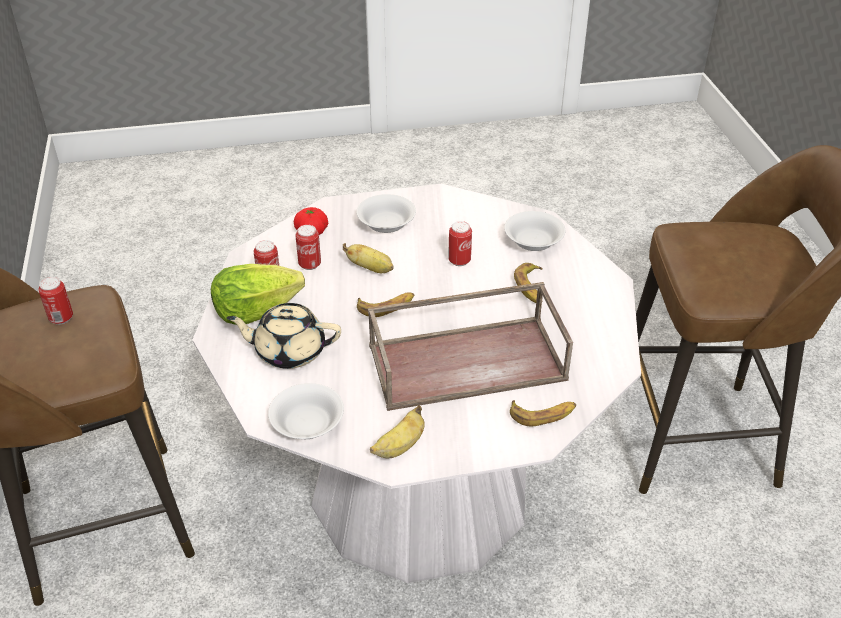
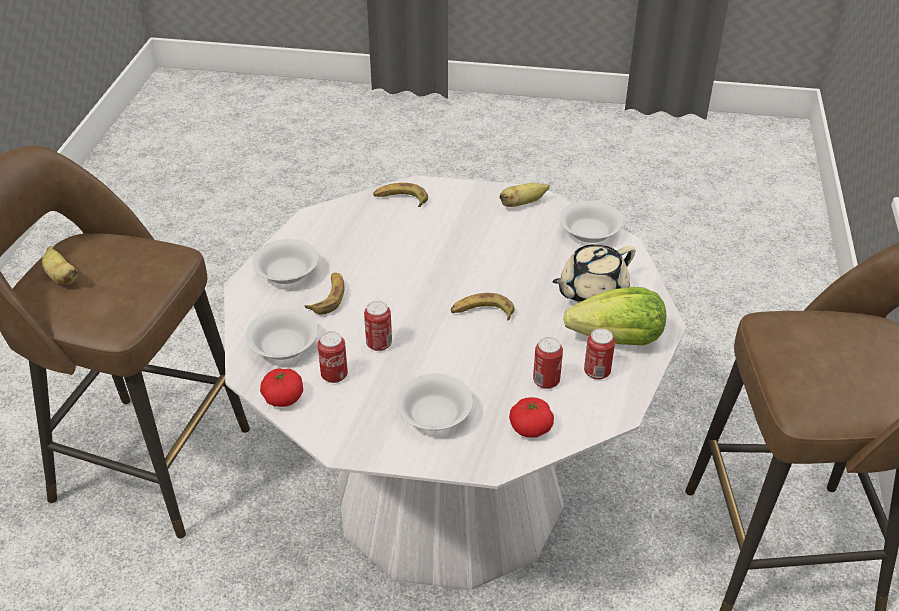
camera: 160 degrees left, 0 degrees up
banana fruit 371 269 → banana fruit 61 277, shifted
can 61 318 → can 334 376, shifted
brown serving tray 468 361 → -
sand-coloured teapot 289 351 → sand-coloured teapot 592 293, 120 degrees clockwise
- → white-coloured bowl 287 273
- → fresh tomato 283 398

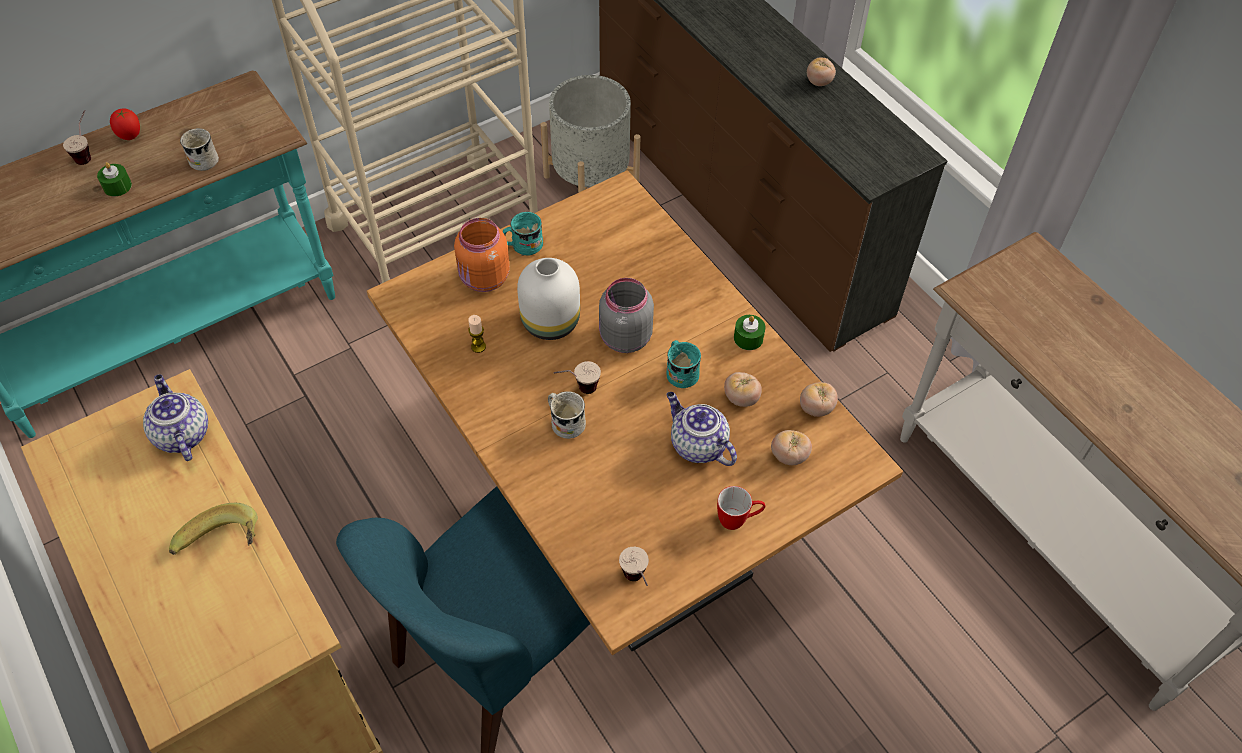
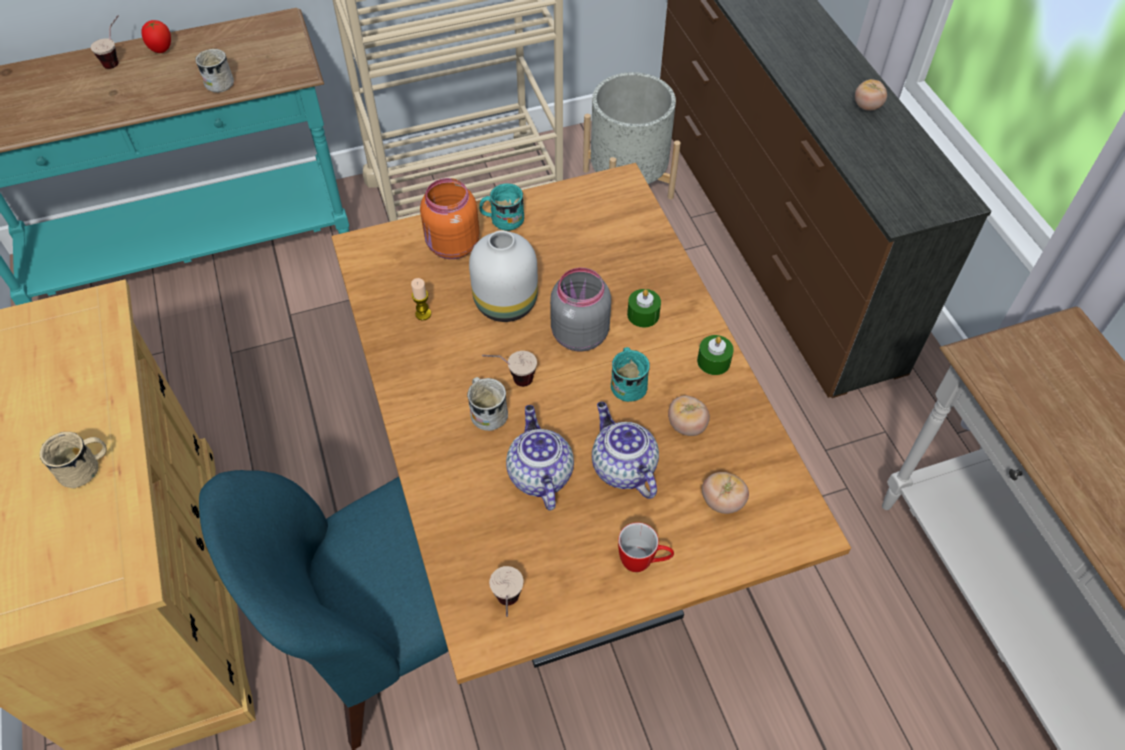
camera: 15 degrees right, 0 degrees up
green-coloured candle 117 186 → green-coloured candle 643 314, shifted
teapot 181 434 → teapot 539 474, shifted
fresh tomato 816 408 → -
banana fruit 224 547 → sand-coloured coffee mug 86 469

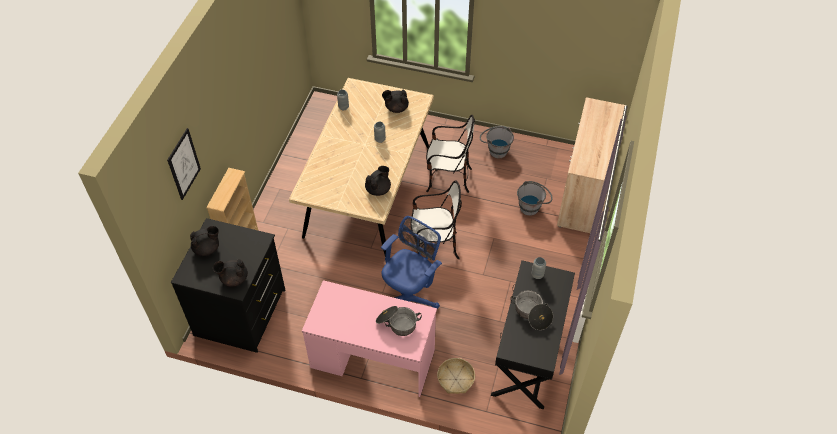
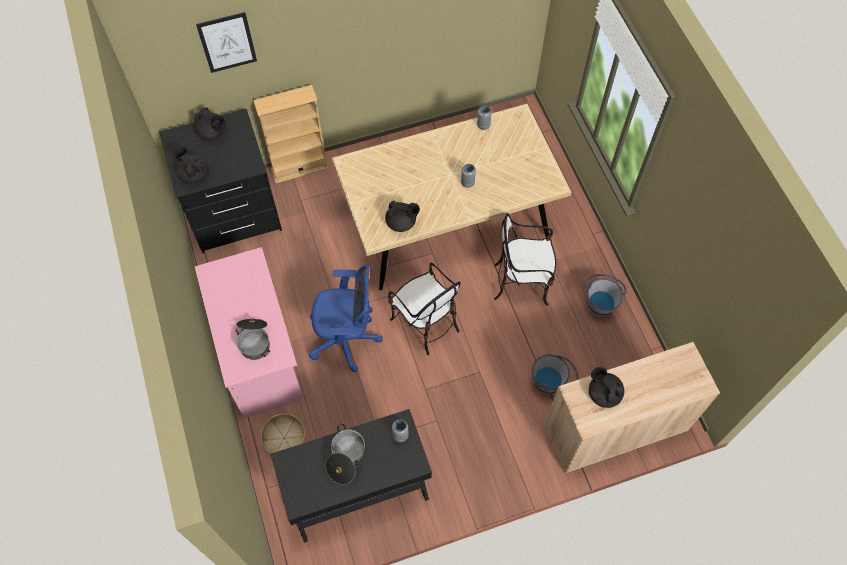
camera: 55 degrees right, 10 degrees up
black-coloured teapot 396 108 → black-coloured teapot 603 393, shifted
upright chair 448 179 → upright chair 522 282, 120 degrees clockwise

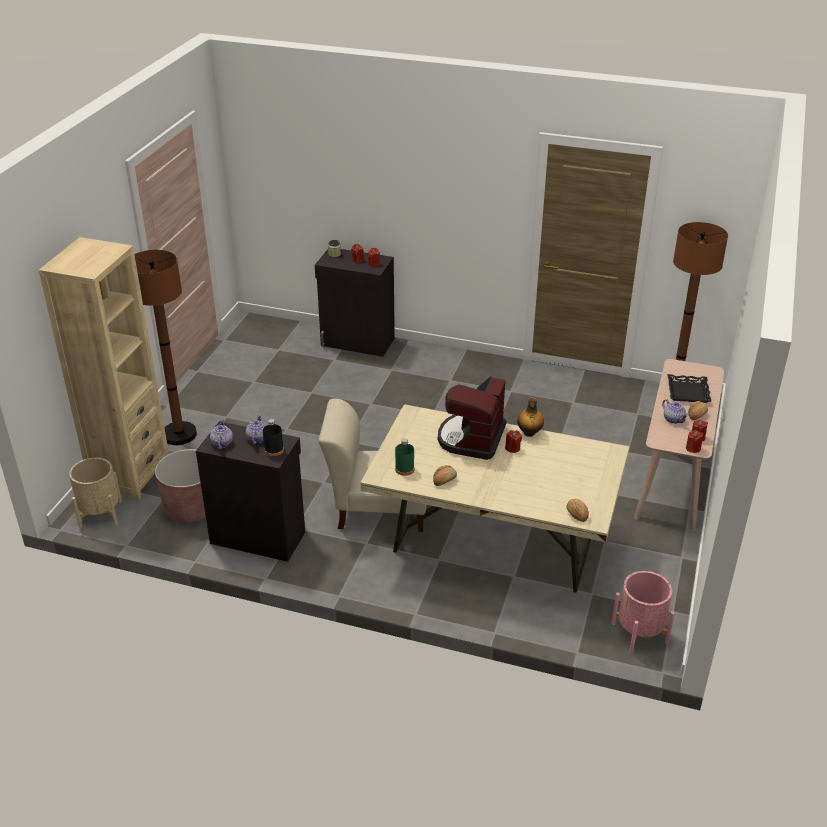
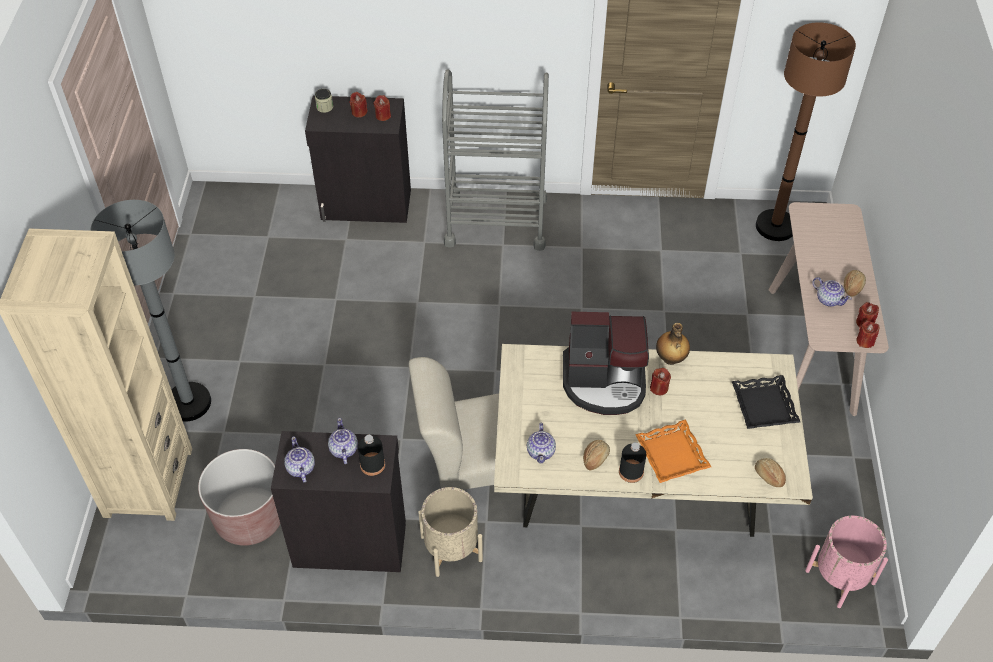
camera: 15 degrees left, 15 degrees up
brown standard lamp 179 434 → greyish standard lamp 188 403
black-coloured serving tray 688 392 → black-coloured serving tray 764 406, shifted
coffee brewer 471 438 → coffee brewer 604 382, 90 degrees counterclockwise
green-coloured beverage bottle 404 469 → teapot 541 451
sand-coloured flower pot 100 514 → sand-coloured flower pot 451 548, shifted
- → greyish trolley 496 221
- → orange-coloured serving tray 672 455
- → black-coloured beverage bottle 631 472

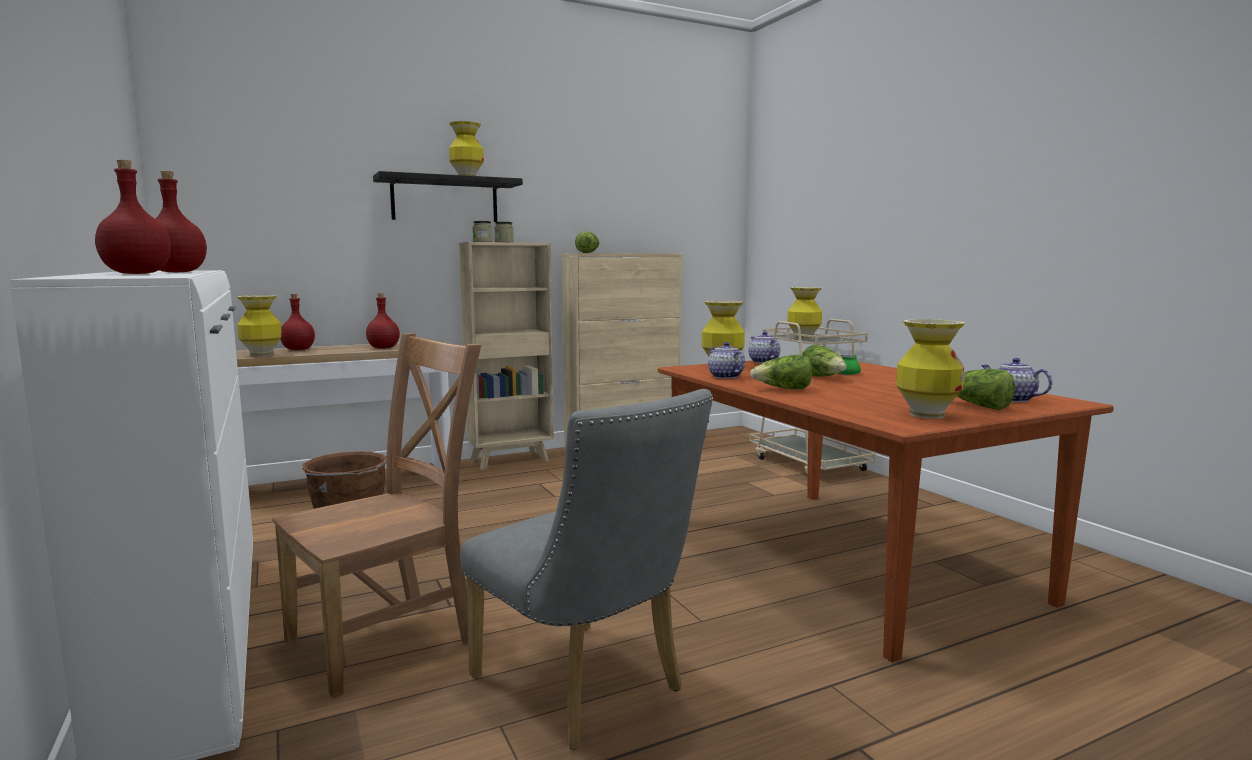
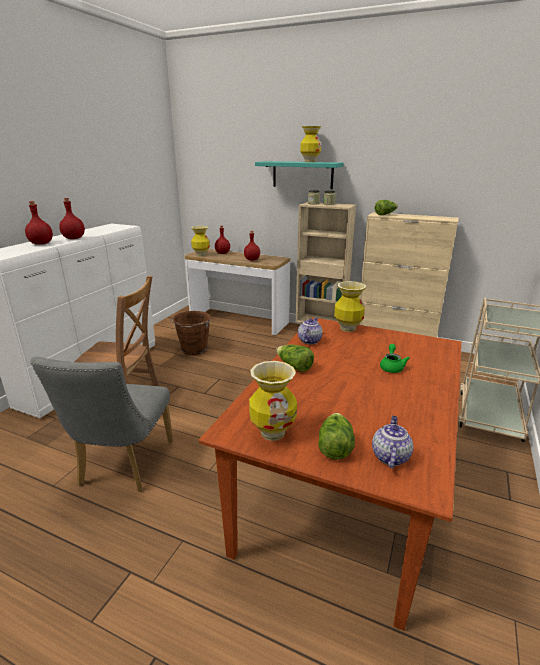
camera: 50 degrees right, 15 degrees up
black-coloured wall shelf 445 200 → turquoise wall shelf 302 174
flower vase 803 338 → -
teapot 763 362 → -
lettuce head 823 377 → -

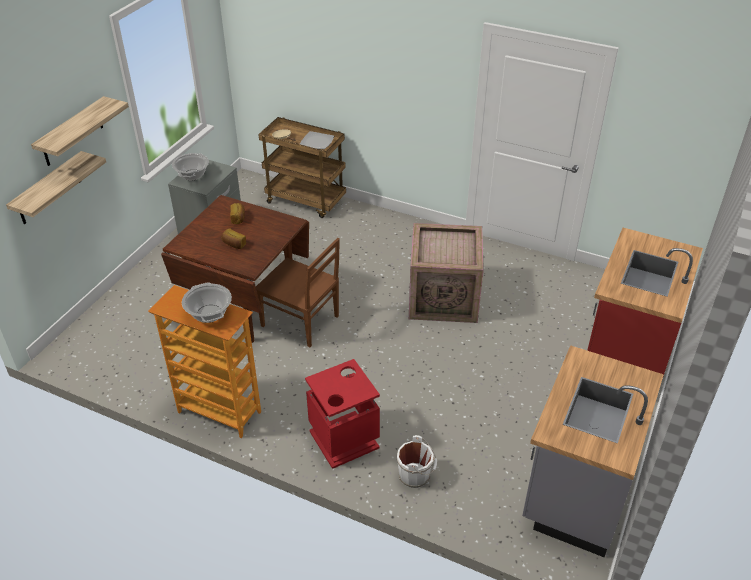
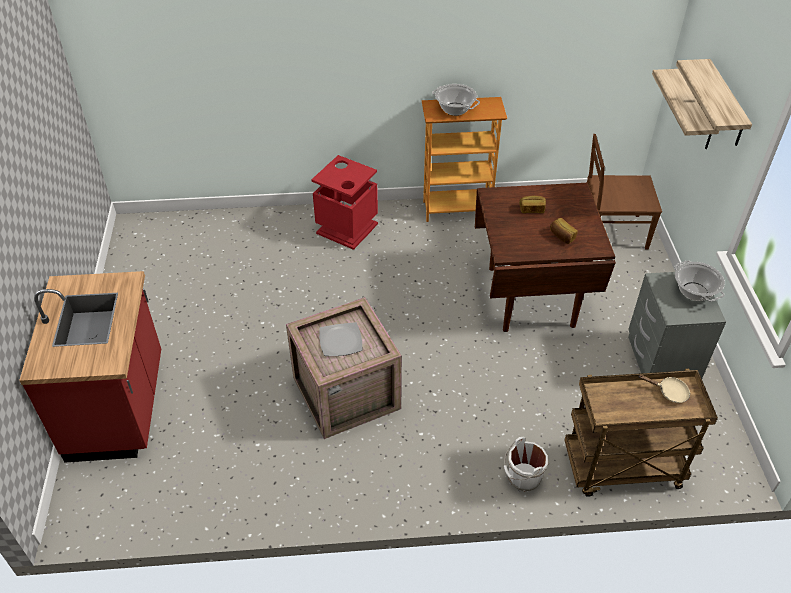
camera: 150 degrees right, 5 degrees up
plate 316 142 → plate 341 340, shifted
brown upright chair 301 322 → brown upright chair 611 231, shifted
greyish kitchen counter 576 490 → -
white-coloured water bucket 415 475 → white-coloured water bucket 522 478, shifted

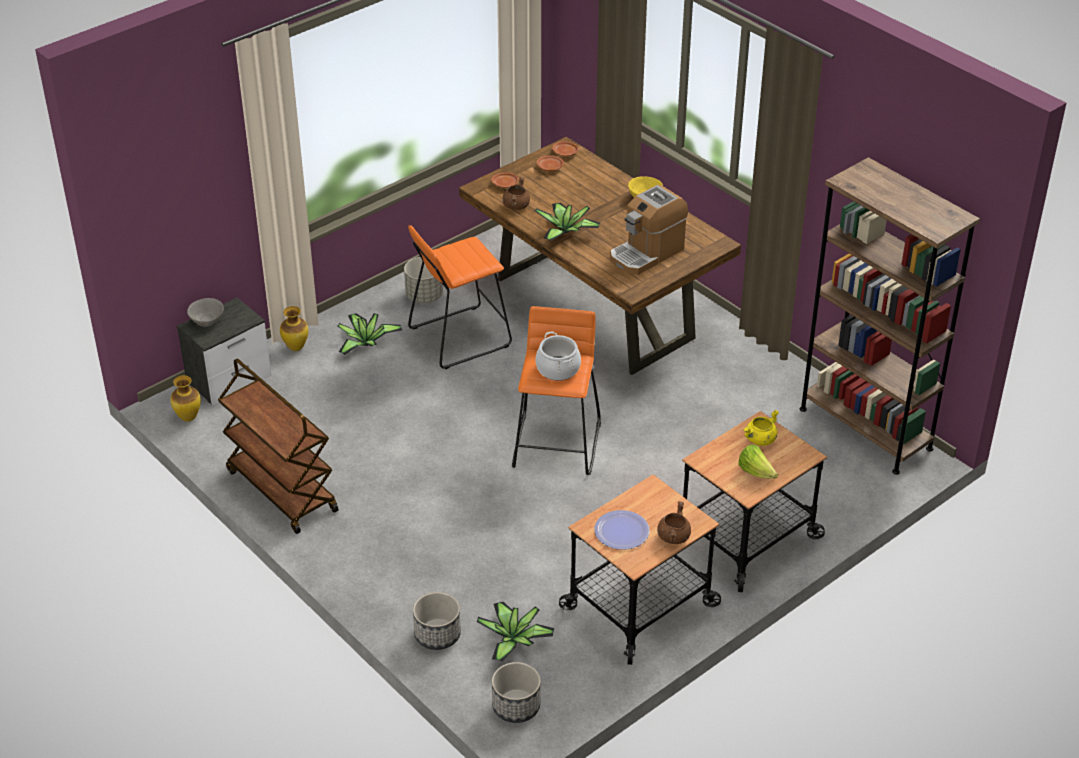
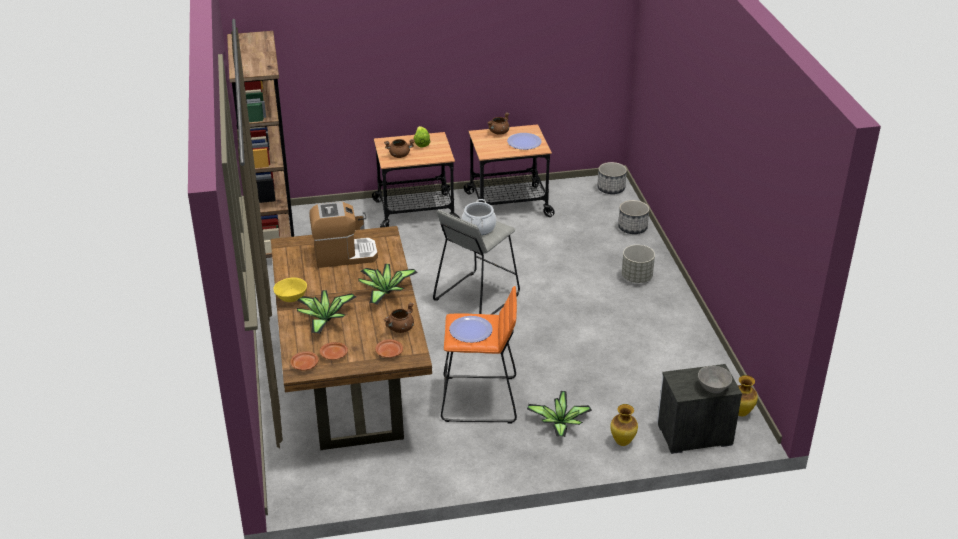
camera: 150 degrees left, 5 degrees down
greyish flower pot 424 296 → greyish flower pot 637 277, shifted
orange-coloured sitting stool 557 444 → greyish sitting stool 476 297
brown trolley 281 490 → -
yellow-coloured saucepot 760 440 → brown saucepot 399 155
plant in a pot 514 640 → plant in a pot 324 319, shifted
- → plate 471 330

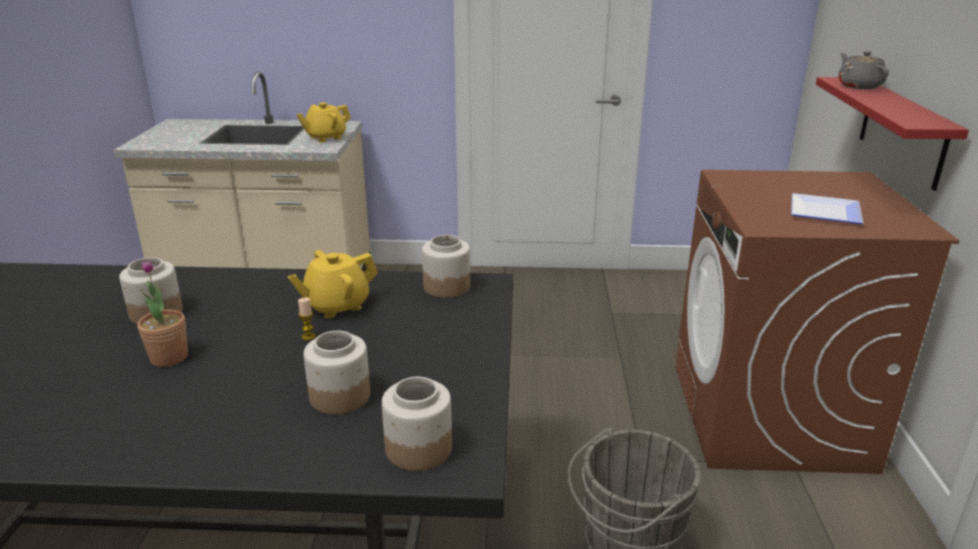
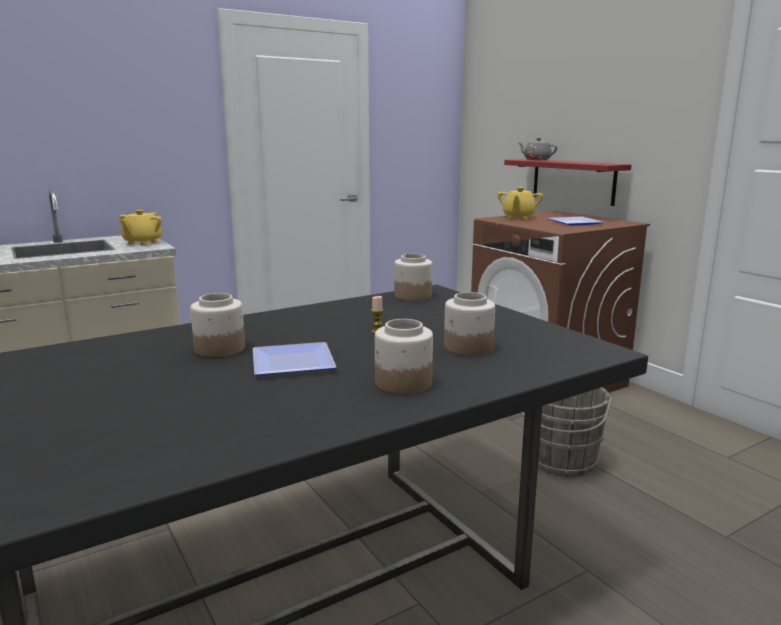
camera: 35 degrees left, 10 degrees down
yellow-coloured teapot 336 306 → yellow-coloured teapot 518 217, shifted
plant in a pot 169 357 → plate 296 363
jar 418 449 → jar 403 383, shifted

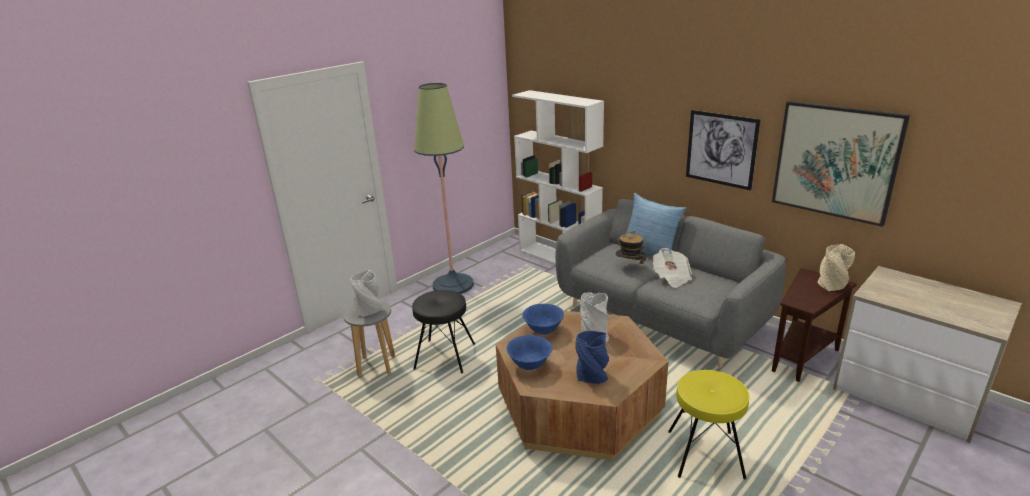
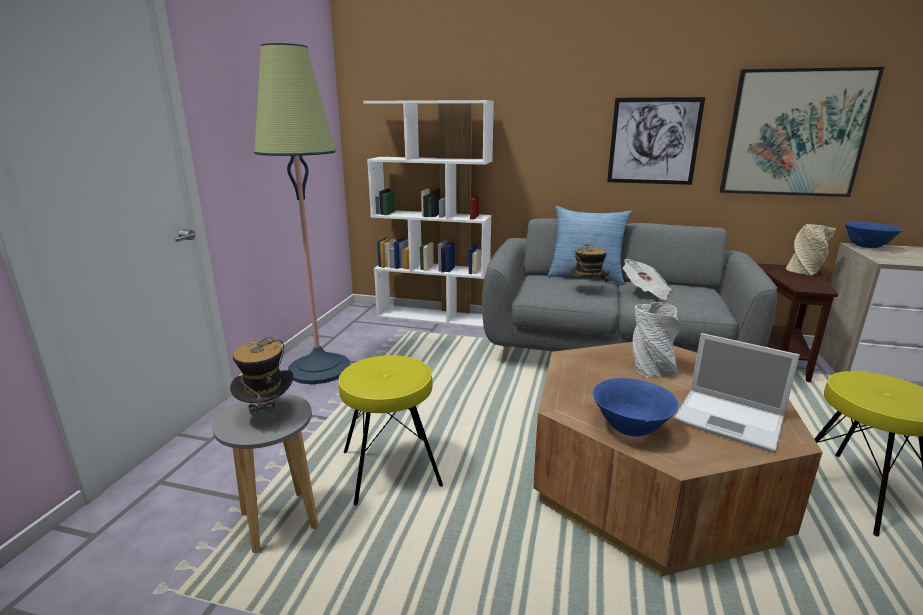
camera: 30 degrees left, 5 degrees down
greyish flower vase 369 310 → clothing hat 267 413
black-coloured sitting stool 444 356 → yellow-coloured sitting stool 390 468
blue bowl 543 331 → blue bowl 866 247, shifted
blue flower vase 592 377 → portable computer 731 420

